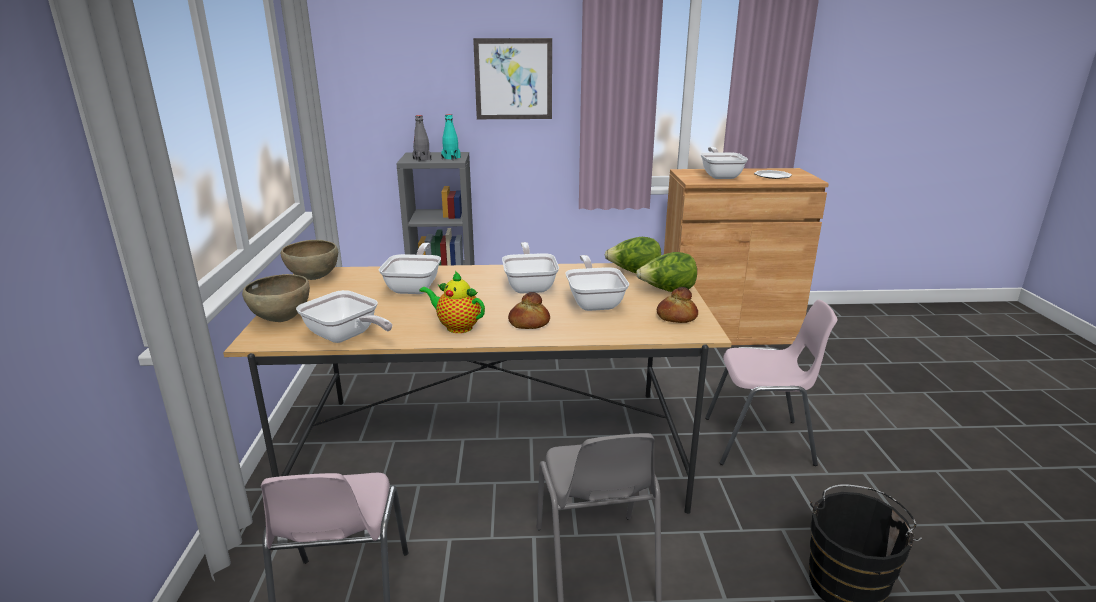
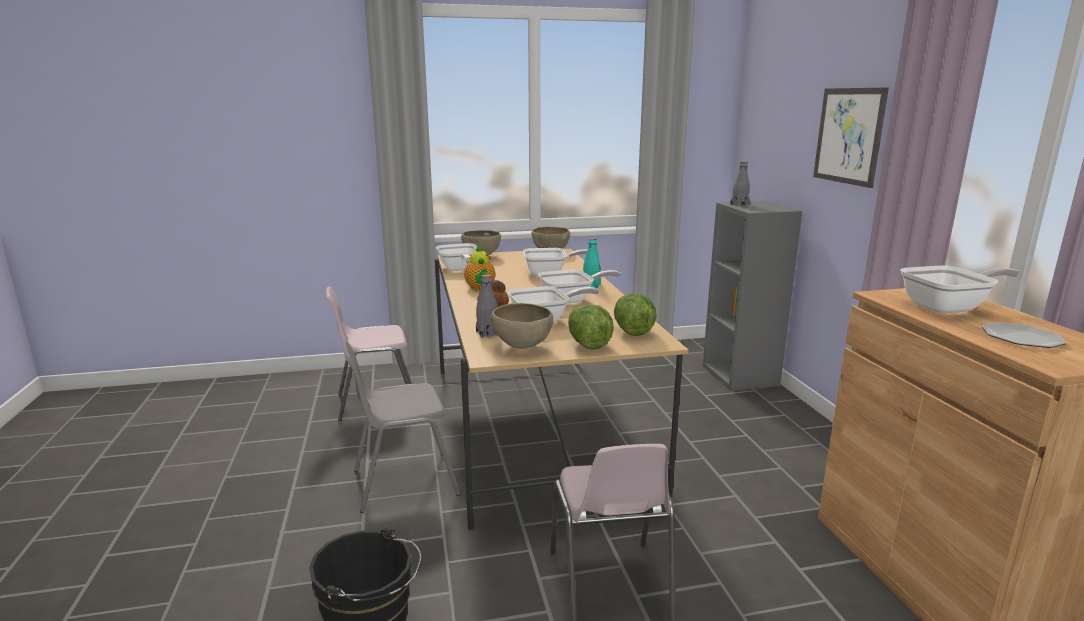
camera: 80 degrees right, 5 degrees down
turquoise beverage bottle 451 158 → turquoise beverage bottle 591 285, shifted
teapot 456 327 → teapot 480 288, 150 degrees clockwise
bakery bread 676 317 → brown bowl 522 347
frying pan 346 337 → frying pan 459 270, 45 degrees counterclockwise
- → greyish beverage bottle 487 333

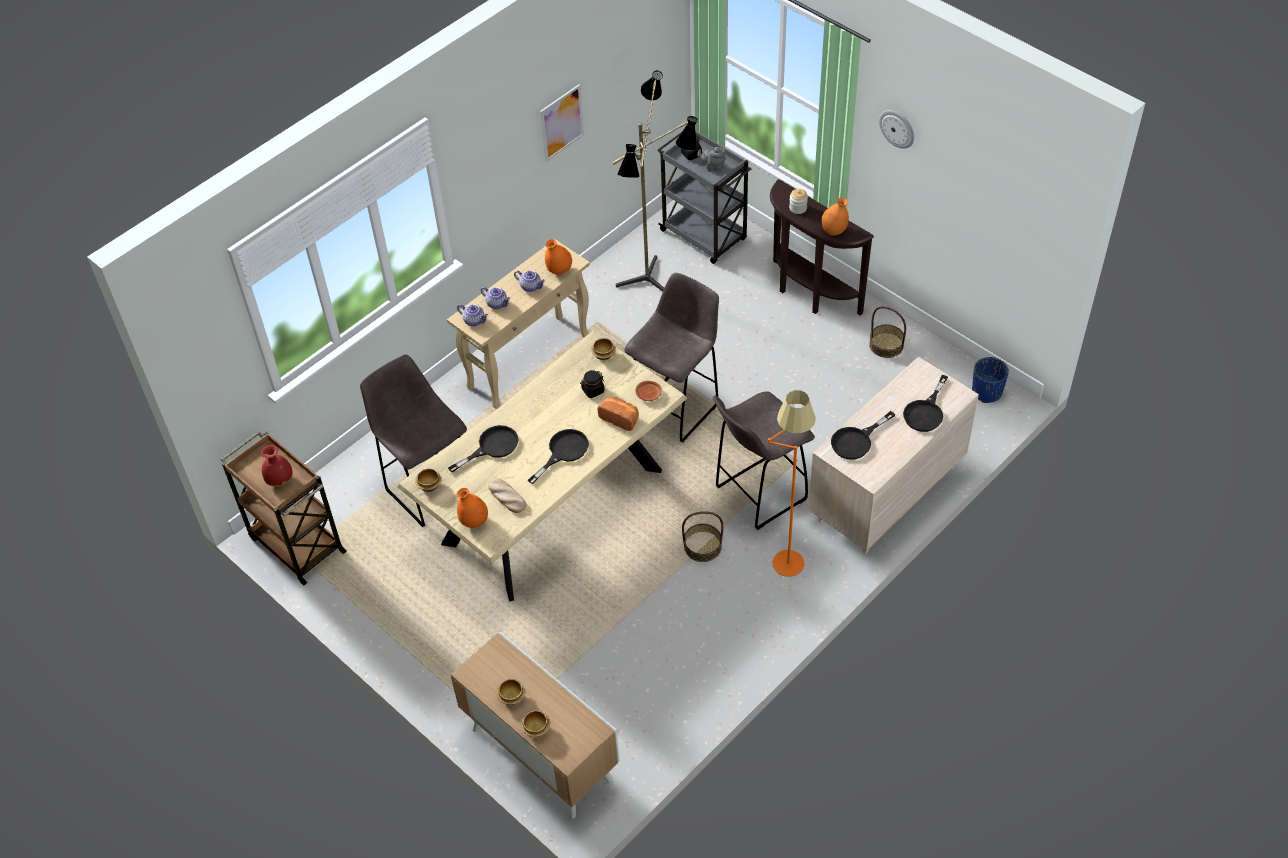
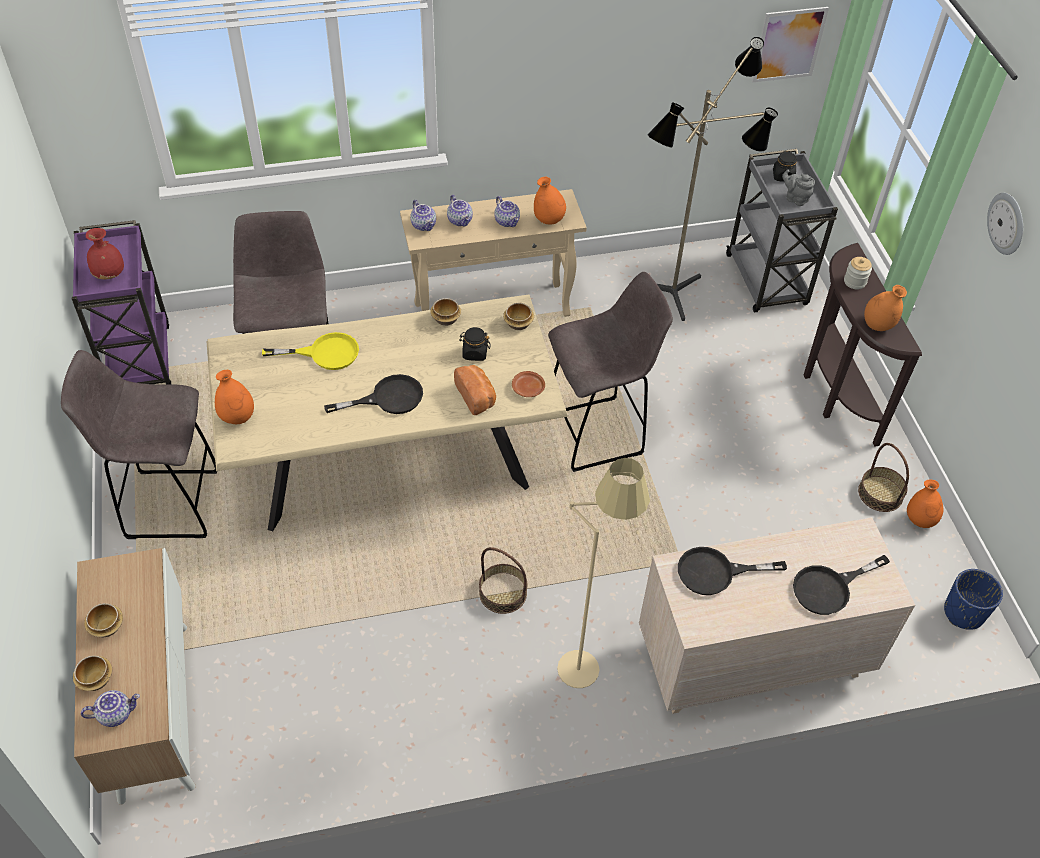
camera: 30 degrees right, 0 degrees up
wall art 562 122 → wall art 789 44, shifted
orange-coloured standard lamp 787 551 → sand-coloured standard lamp 588 654
greyish sitting stool 758 494 → greyish sitting stool 169 504, shifted
black-coloured frying pan 492 447 → yellow-coloured frying pan 325 353
brown trolley 296 544 → purplish trolley 139 359
bowl 429 486 → bowl 445 319, shifted
bakery bread 506 497 → -
- → orange-coloured flower vase 919 520
- → teapot 116 713

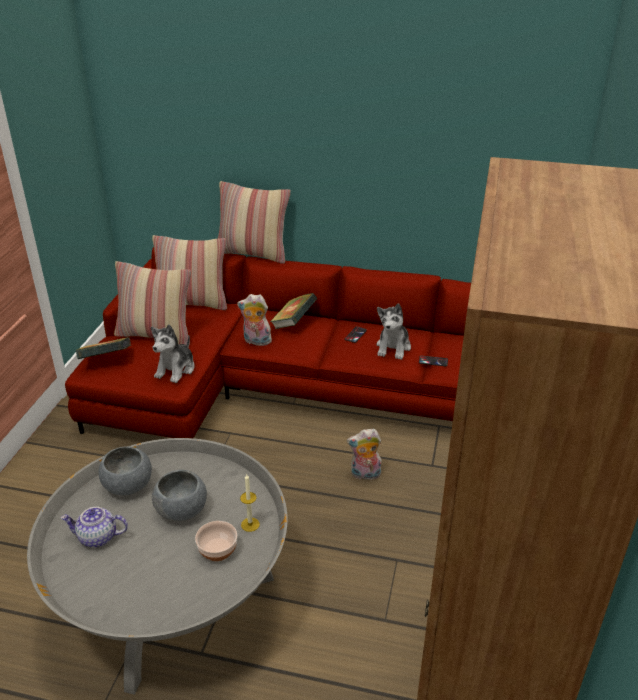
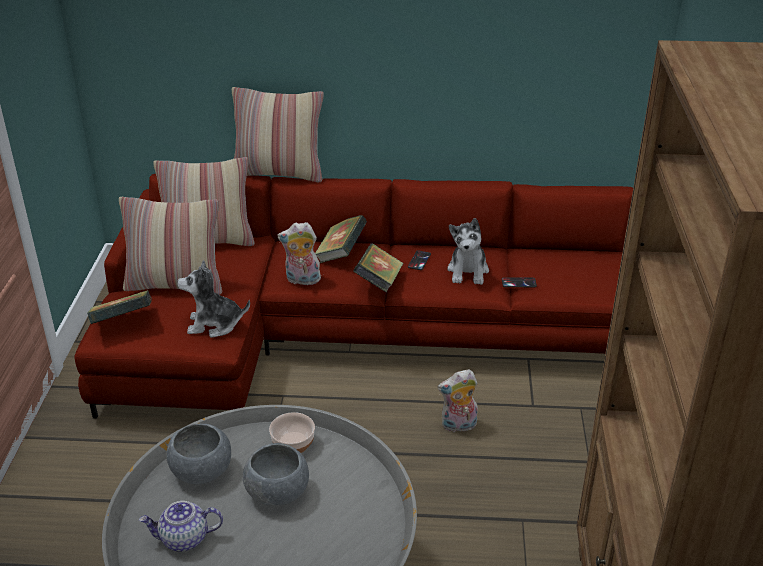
camera: 10 degrees left, 0 degrees up
soft toy 176 369 → soft toy 214 324, 75 degrees clockwise
candle 250 524 → -
bowl 217 550 → bowl 292 444, shifted
- → volume 379 283

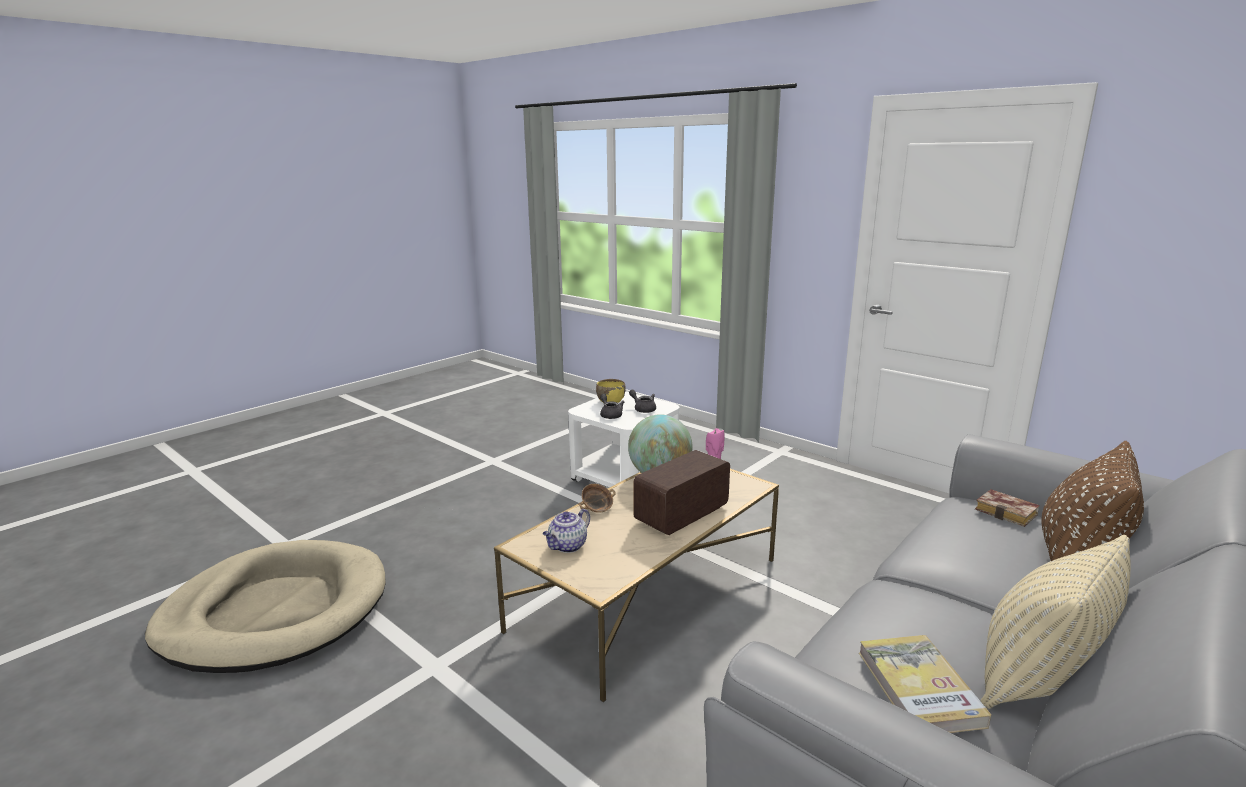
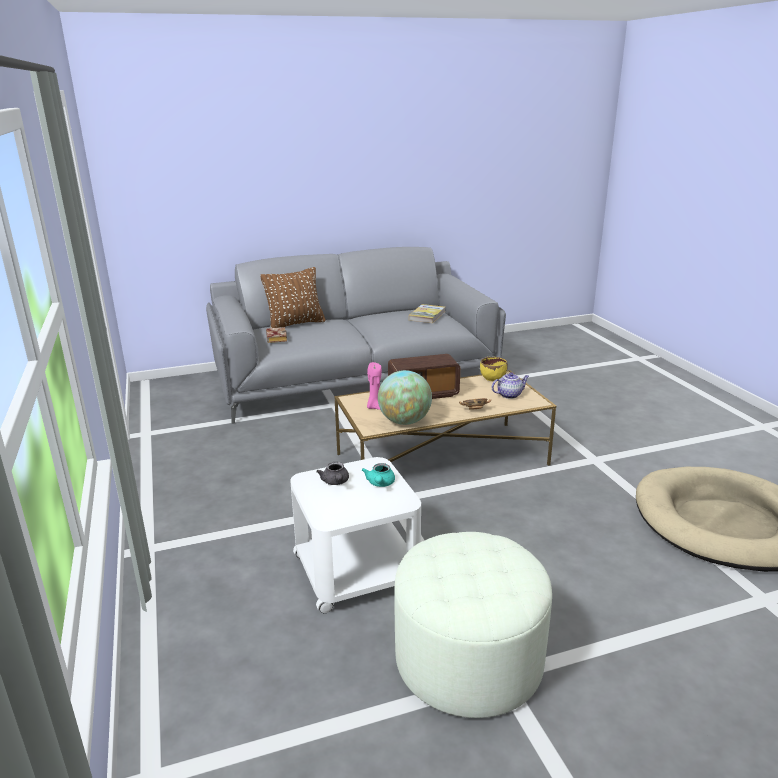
camera: 150 degrees left, 5 degrees up
yellow-coloured bowl 610 402 → yellow-coloured bowl 493 378, shifted
greyish teapot 610 415 → turquoise teapot 380 484
sand-coloured cushion 1038 679 → -
- → white-coloured ottoman 468 659

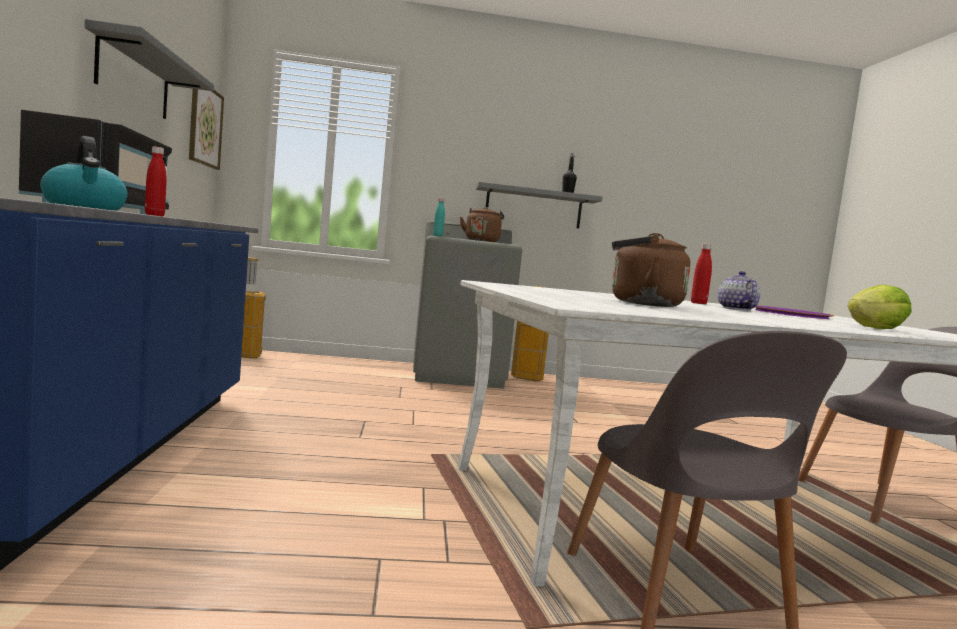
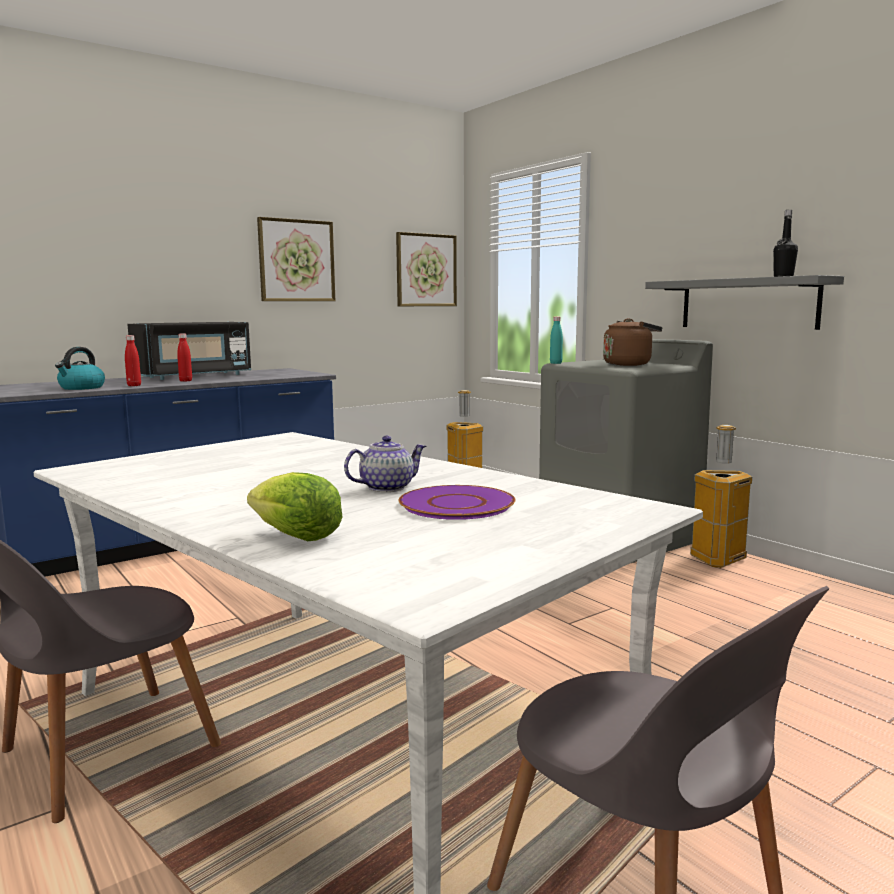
camera: 60 degrees right, 5 degrees up
greyish wall shelf 134 78 → wall art 296 260
brown water kettle 640 303 → -
red beverage bottle 698 303 → red beverage bottle 134 385, shifted

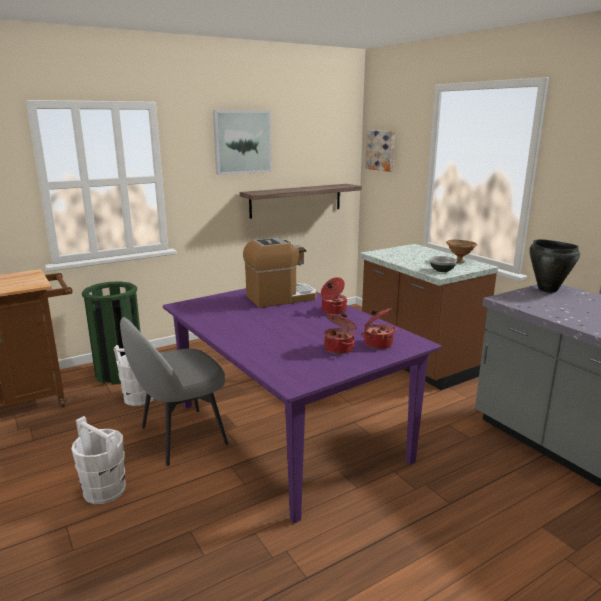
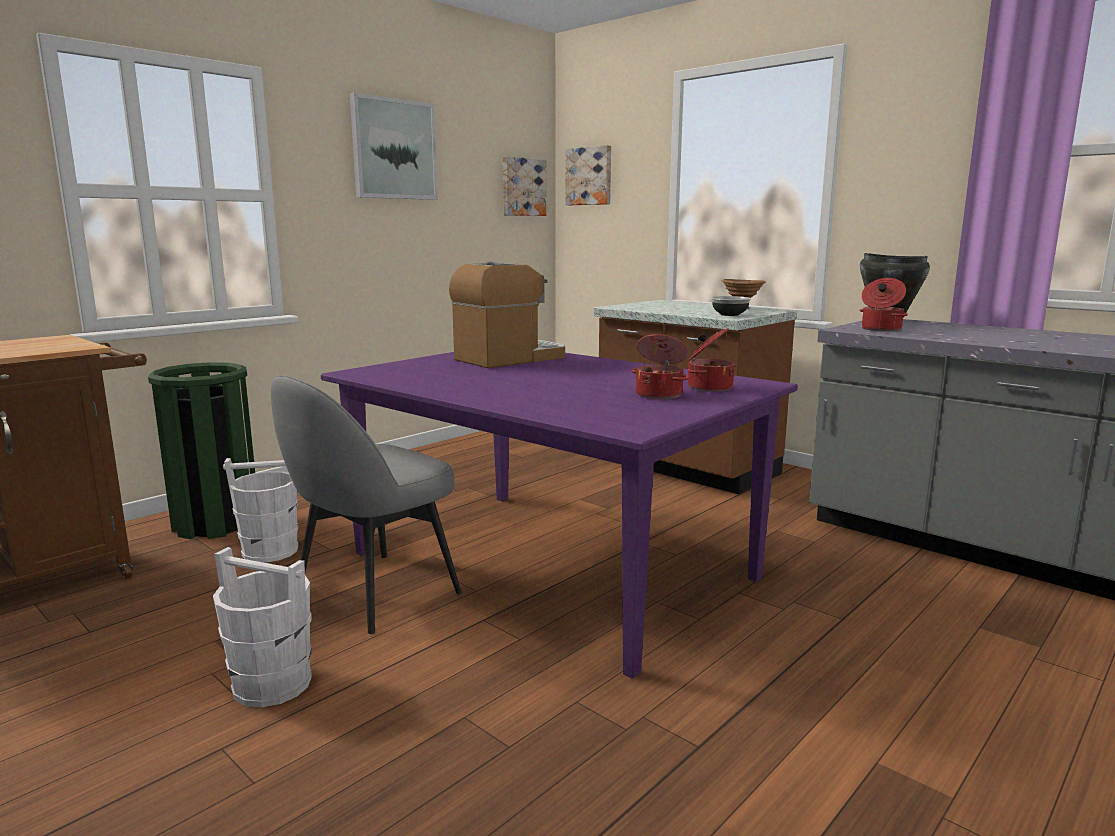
camera: 15 degrees left, 5 degrees down
wall shelf 296 200 → -
saucepot 333 311 → saucepot 880 329, shifted
- → wall art 522 187

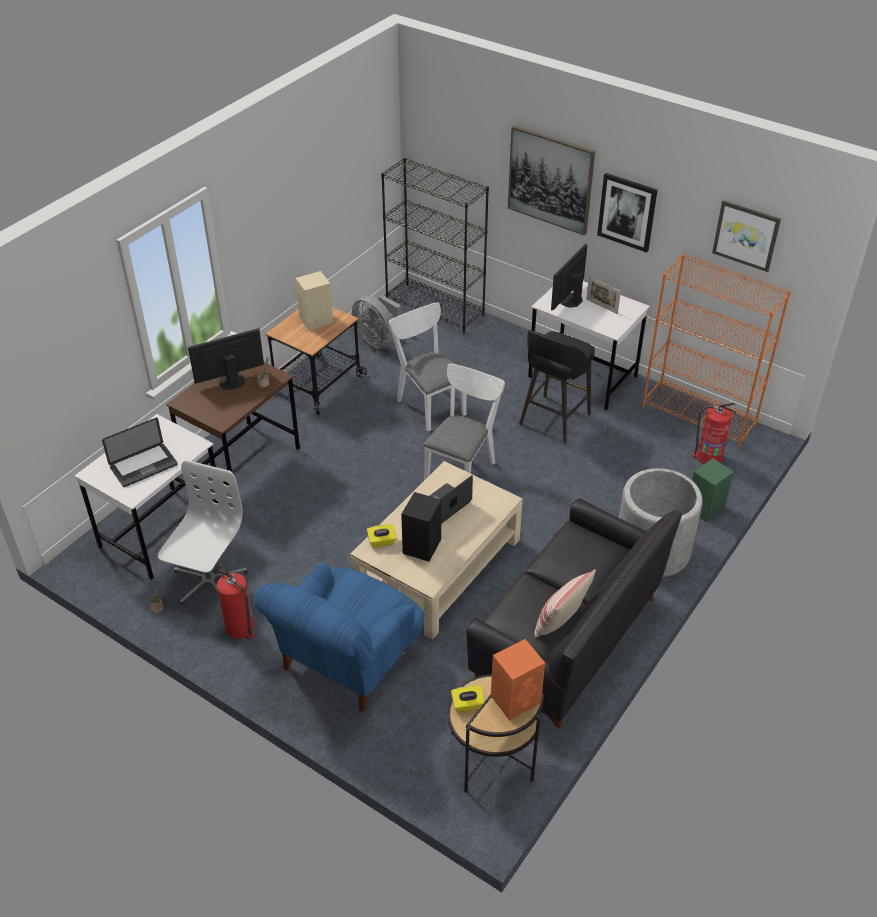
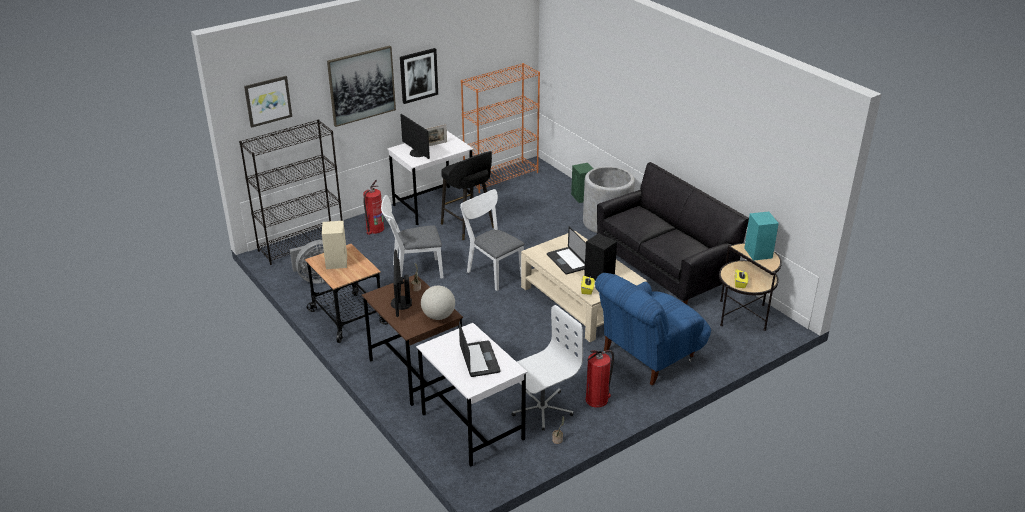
camera: 70 degrees left, 10 degrees down
wall art 746 235 → wall art 268 101, shifted
fire-fighting cylinder 708 457 → fire-fighting cylinder 374 229, shifted
white-coloured computer chair 208 581 → white-coloured computer chair 541 409, 105 degrees clockwise
blue easy chair 346 661 → blue easy chair 648 356, 90 degrees clockwise
cushion 560 621 → -
orange-coloured loudspeaker 516 699 → turquoise loudspeaker 758 252
- → desk globe 438 316

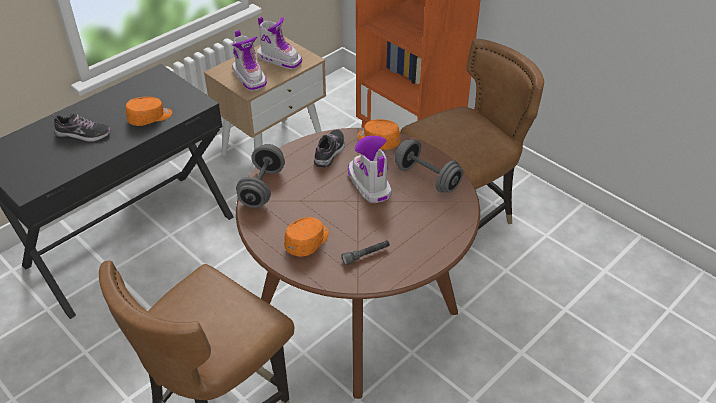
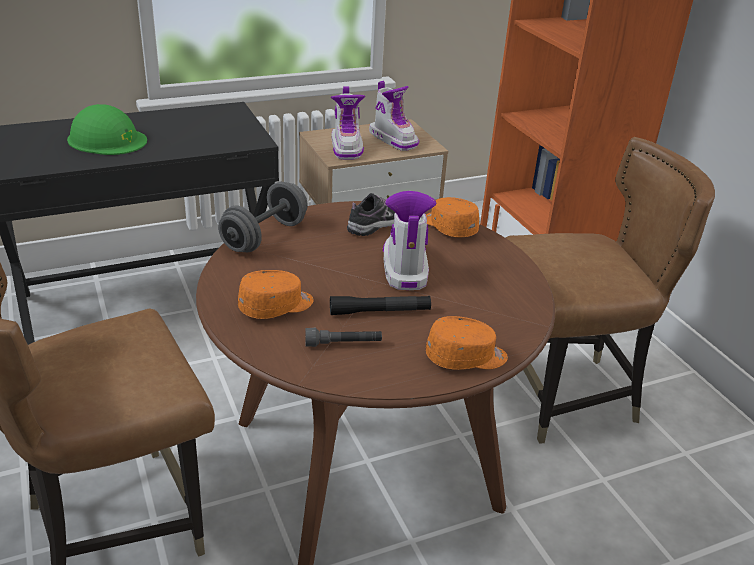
camera: 20 degrees right, 10 degrees down
orange-coloured baseball cap 150 118 → orange-coloured baseball cap 466 358, shifted
shoe 83 135 → green-coloured safety helmet 107 139
greyish free weight 427 178 → -
- → black-coloured torch 380 311

